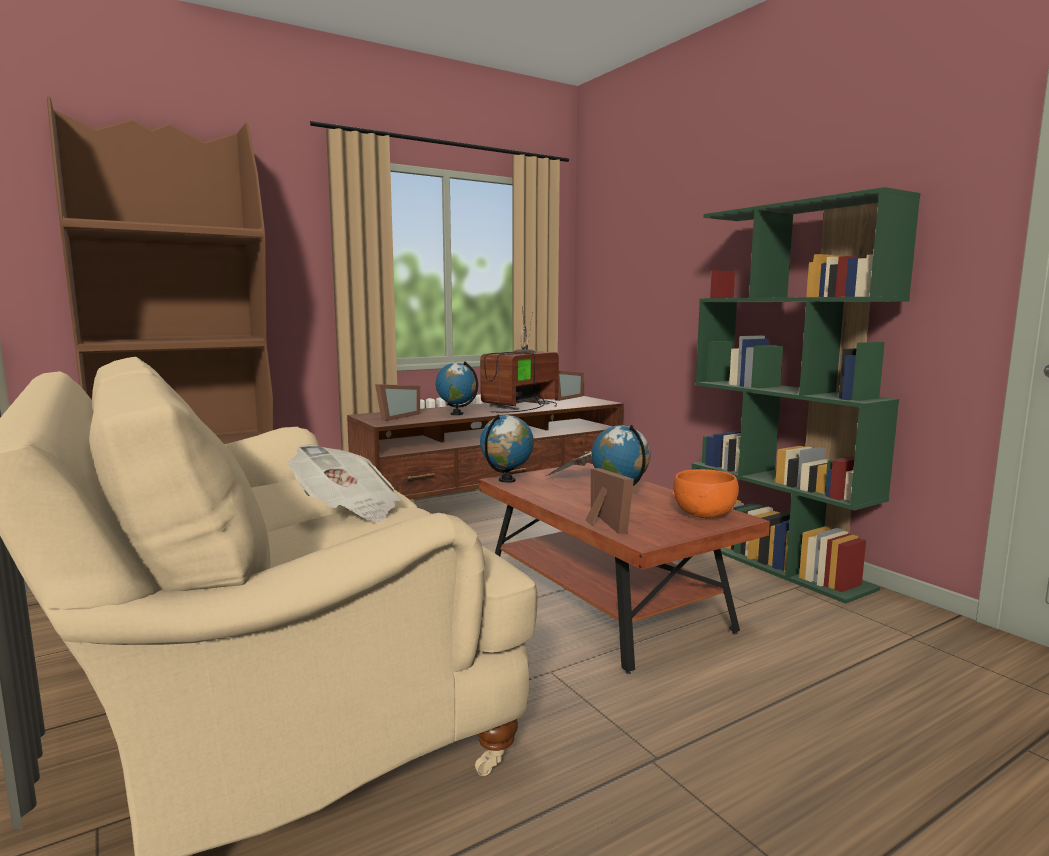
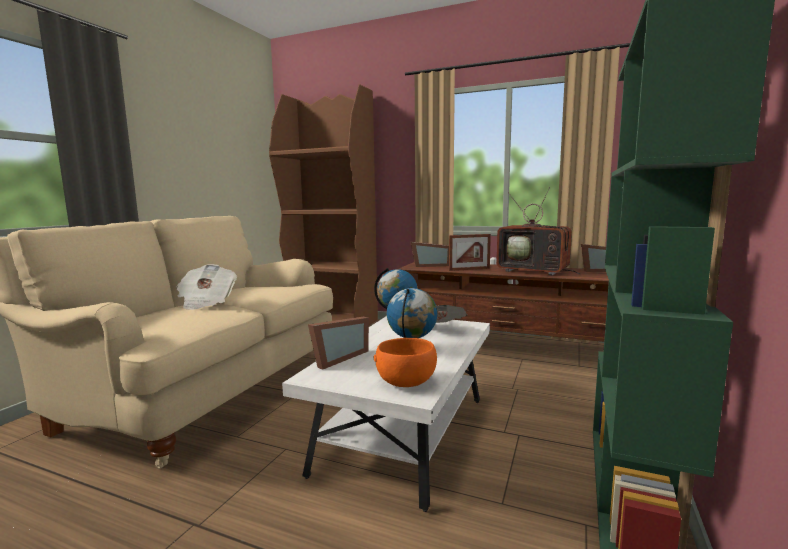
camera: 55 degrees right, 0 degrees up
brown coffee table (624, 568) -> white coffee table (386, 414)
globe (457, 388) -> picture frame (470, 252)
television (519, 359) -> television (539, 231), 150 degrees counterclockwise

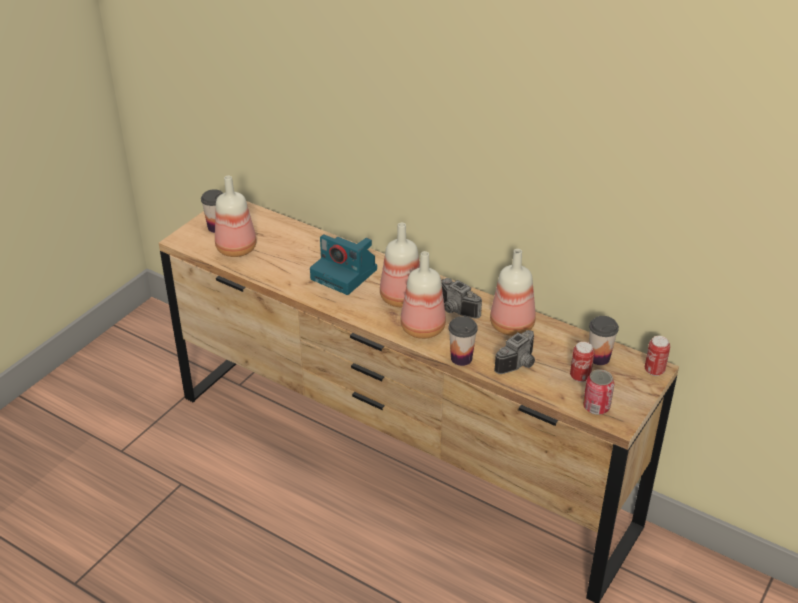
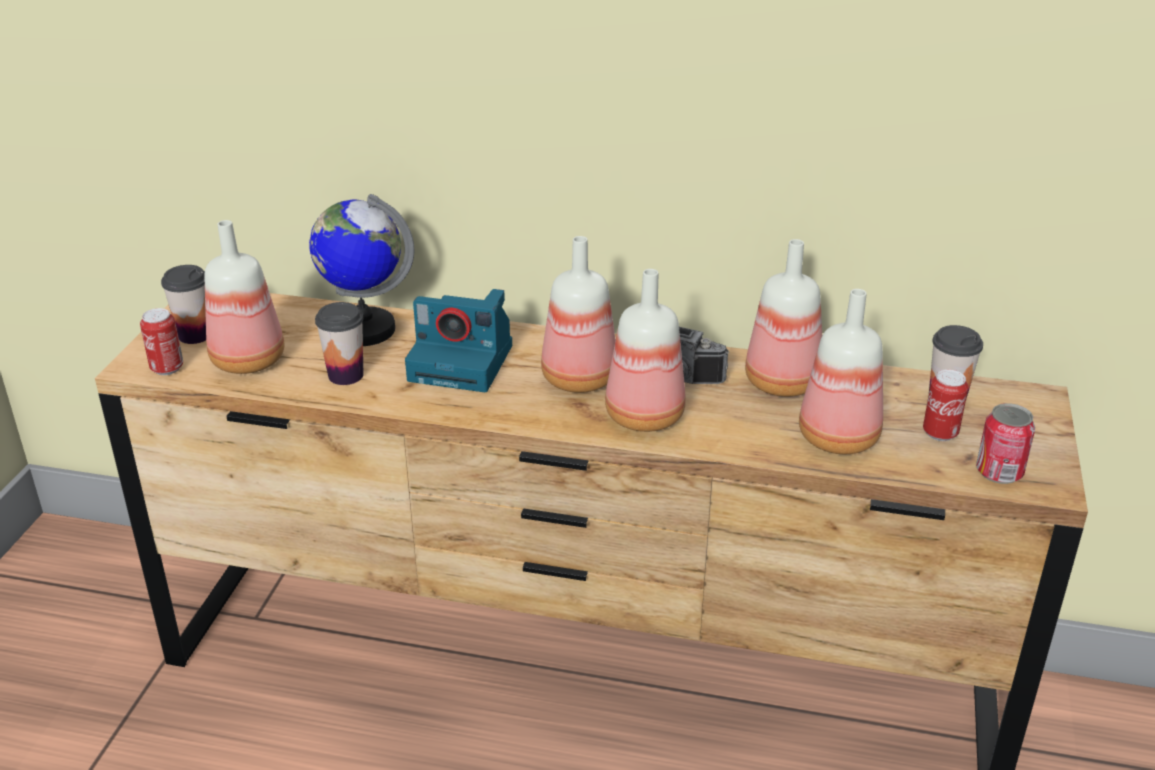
camera: 20 degrees left, 5 degrees down
can (657, 356) -> can (161, 341), shifted
none -> globe (361, 270)
cup (463, 341) -> cup (339, 343), shifted
photo camera (514, 352) -> bottle (841, 371)

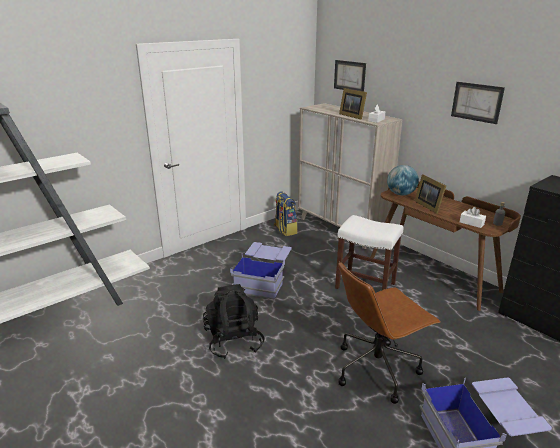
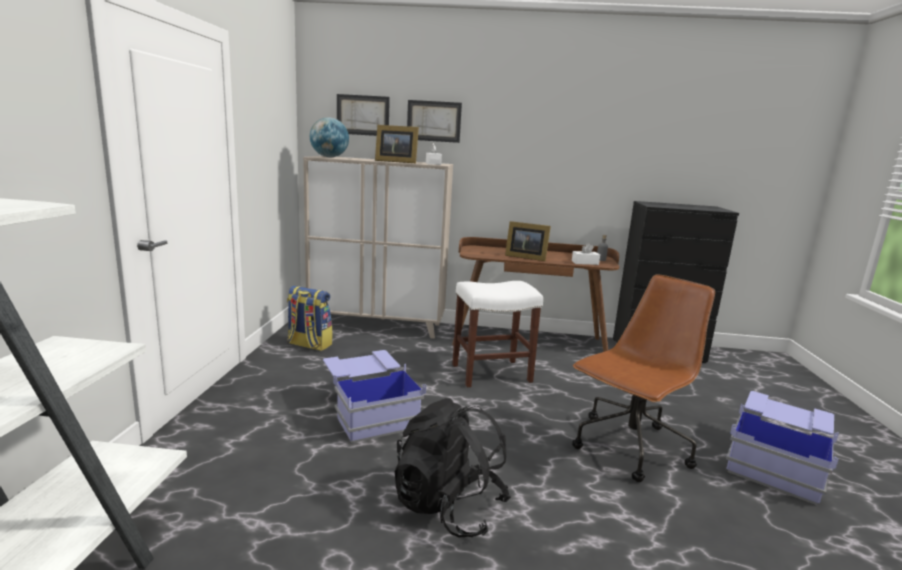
camera: 45 degrees left, 10 degrees down
globe (403, 180) -> globe (329, 137), shifted
picture (478, 103) -> picture (434, 121), shifted
brown office chair (389, 332) -> brown office chair (643, 378), 150 degrees counterclockwise

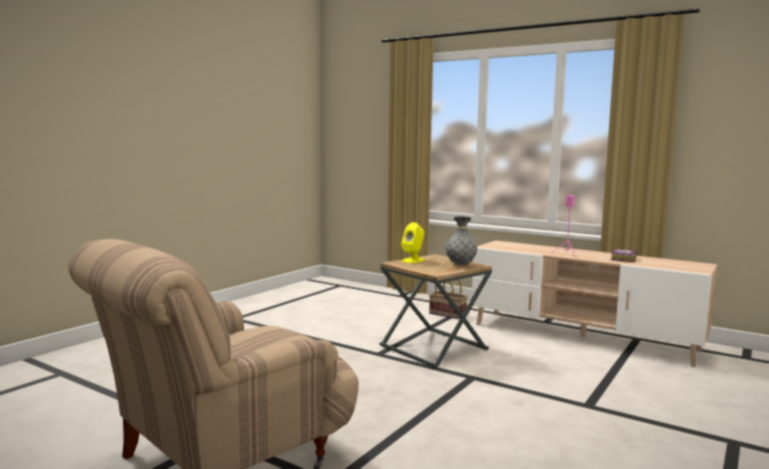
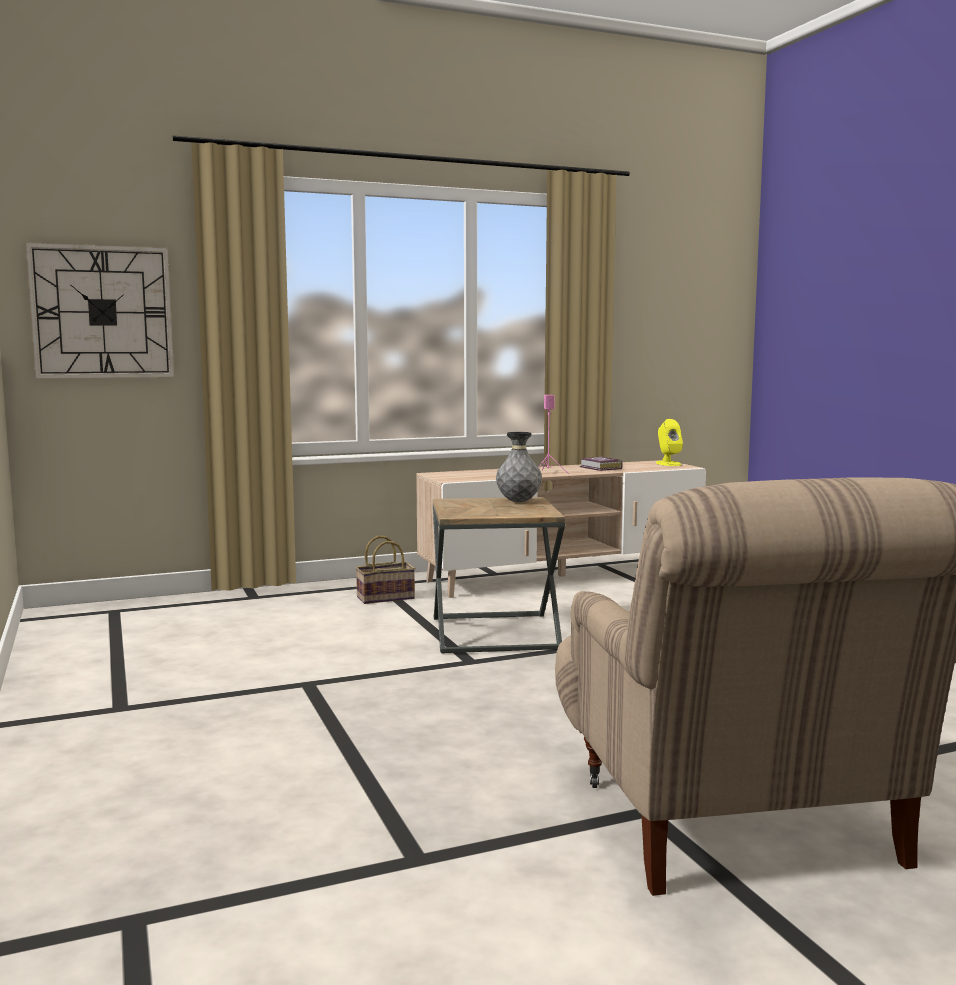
camera: 55 degrees left, 0 degrees up
none -> wall clock (100, 311)
yellow speaker (412, 242) -> yellow speaker (669, 442), shifted

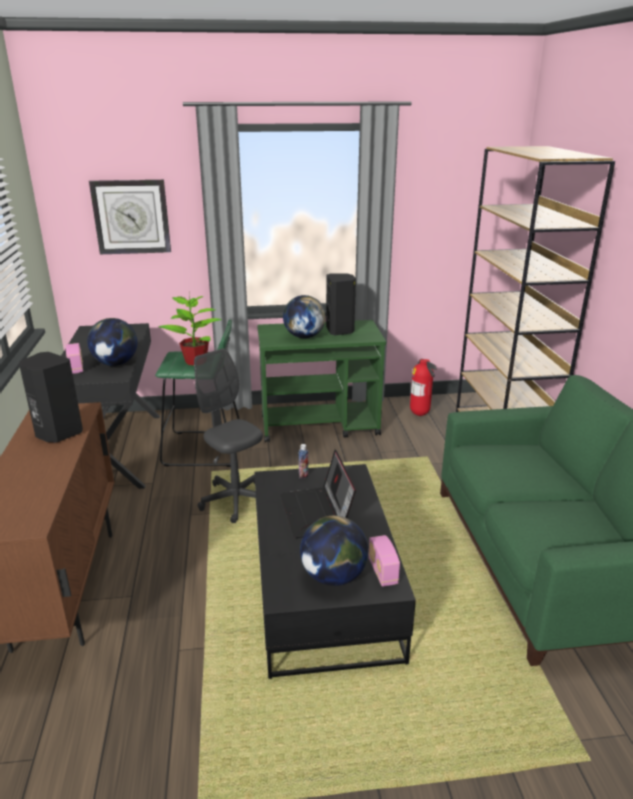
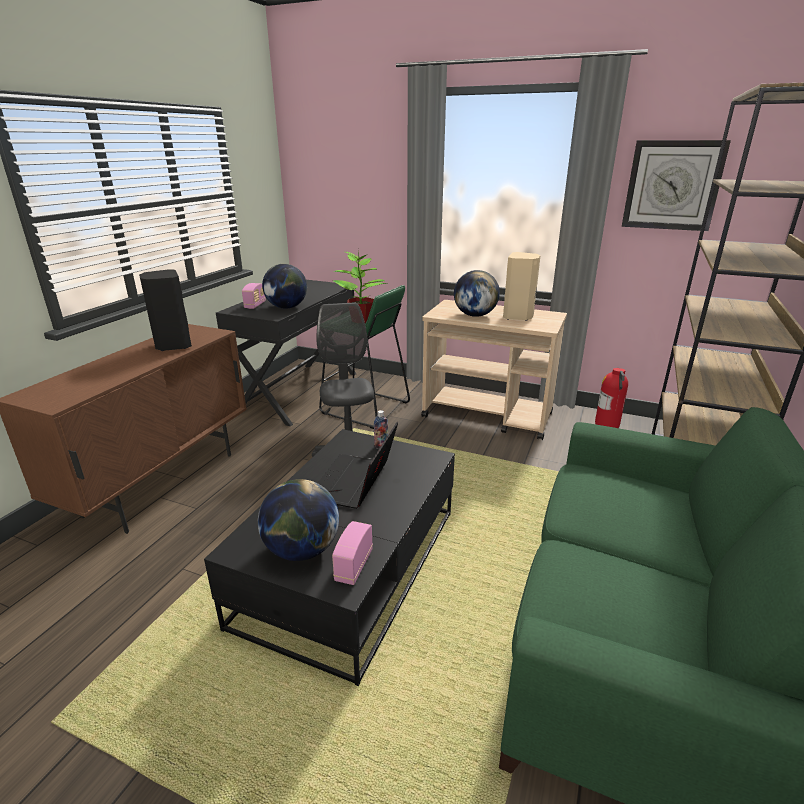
camera: 30 degrees right, 0 degrees up
green cart (321, 381) -> beige cart (494, 370)
black speaker (341, 305) -> beige speaker (522, 286)
wall clock (130, 217) -> wall clock (676, 185), shifted

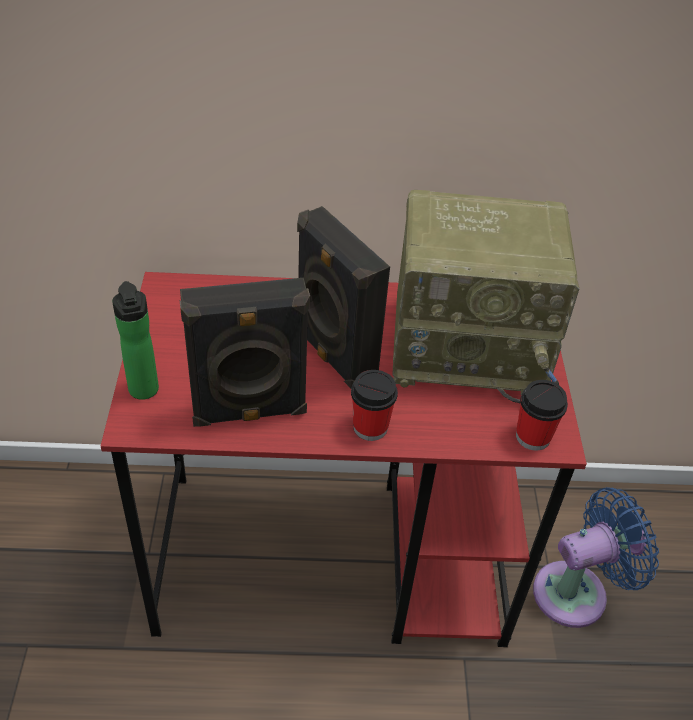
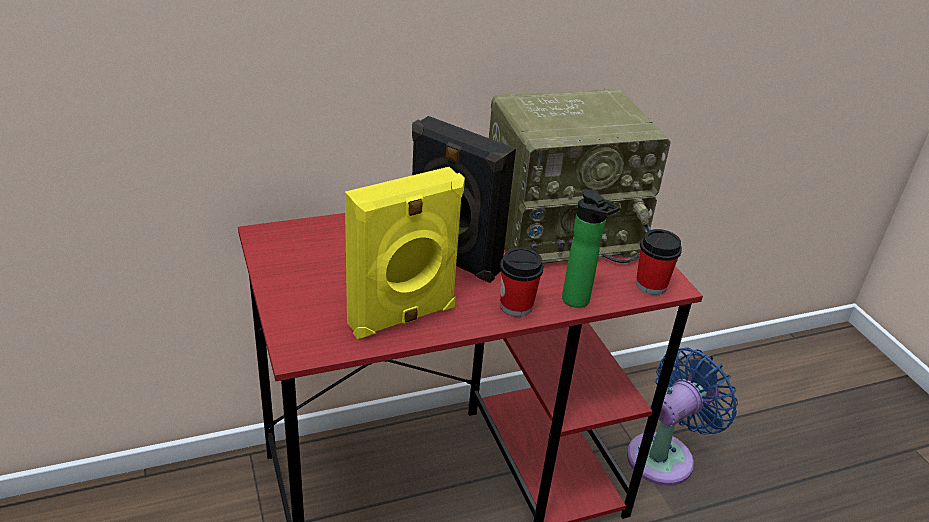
camera: 20 degrees left, 10 degrees down
black speaker (245, 352) -> yellow speaker (405, 253)
bottle (135, 340) -> bottle (591, 248), shifted

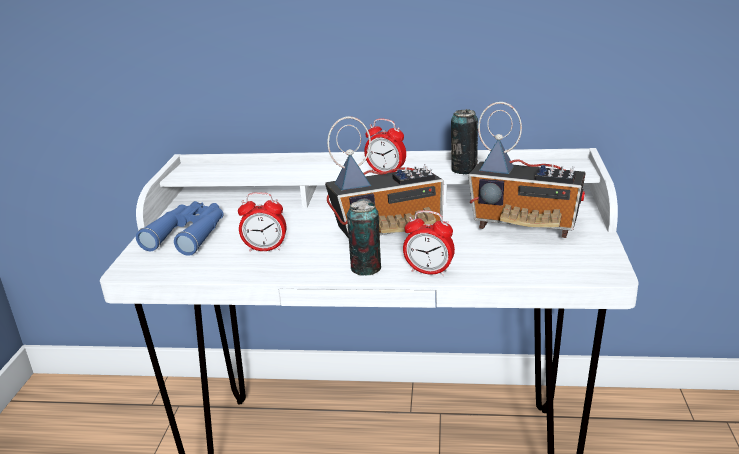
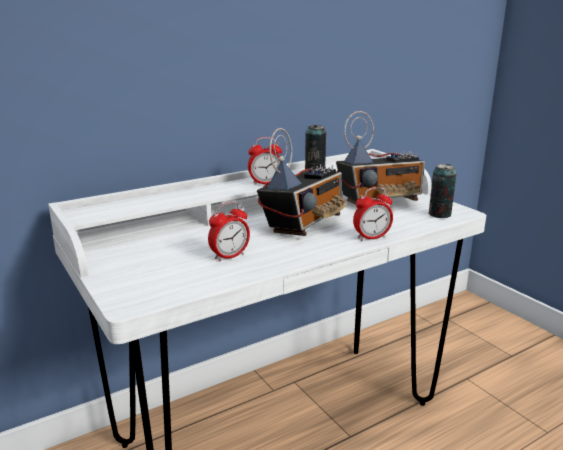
camera: 40 degrees left, 5 degrees down
can (363, 238) -> can (442, 191), shifted
blue binoculars (180, 228) -> none

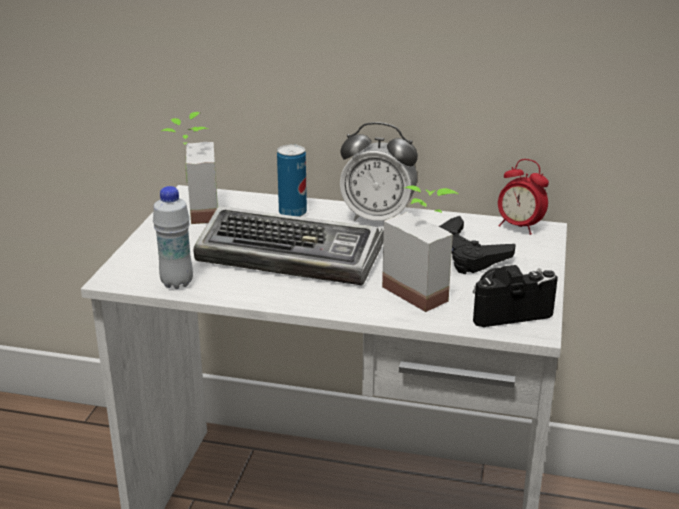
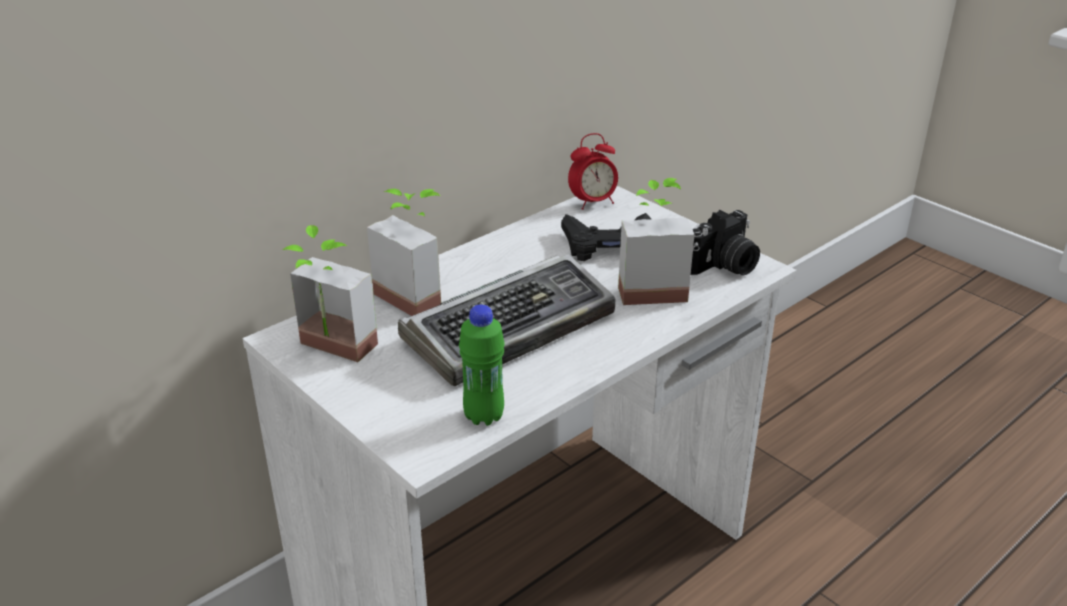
camera: 55 degrees left, 5 degrees up
can (292, 180) -> potted plant (404, 252)
white bottle (173, 237) -> green bottle (482, 365)
photo camera (515, 296) -> photo camera (725, 243), 150 degrees counterclockwise
alarm clock (379, 171) -> none

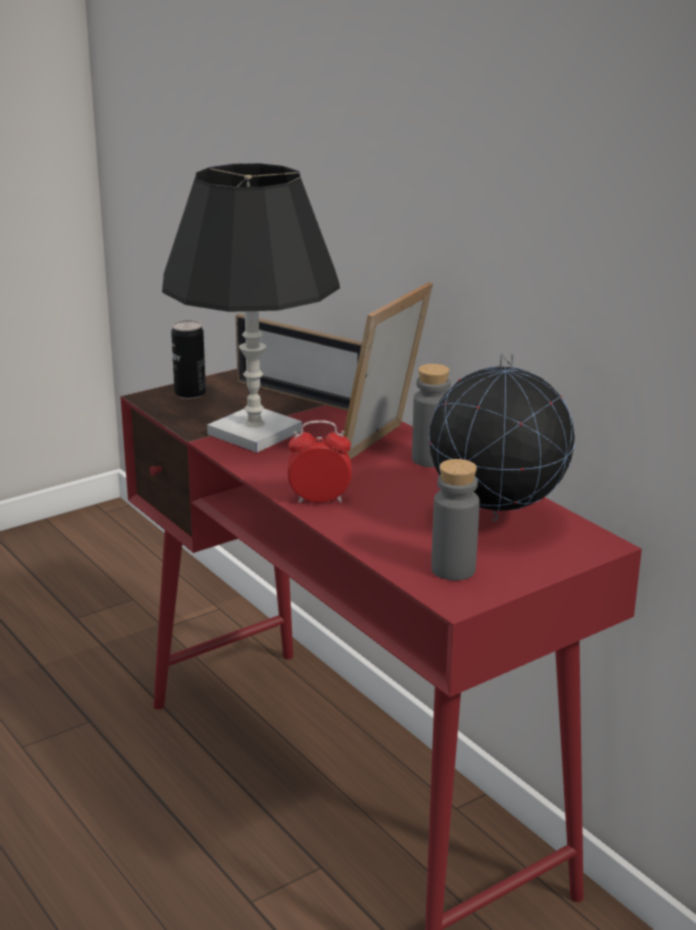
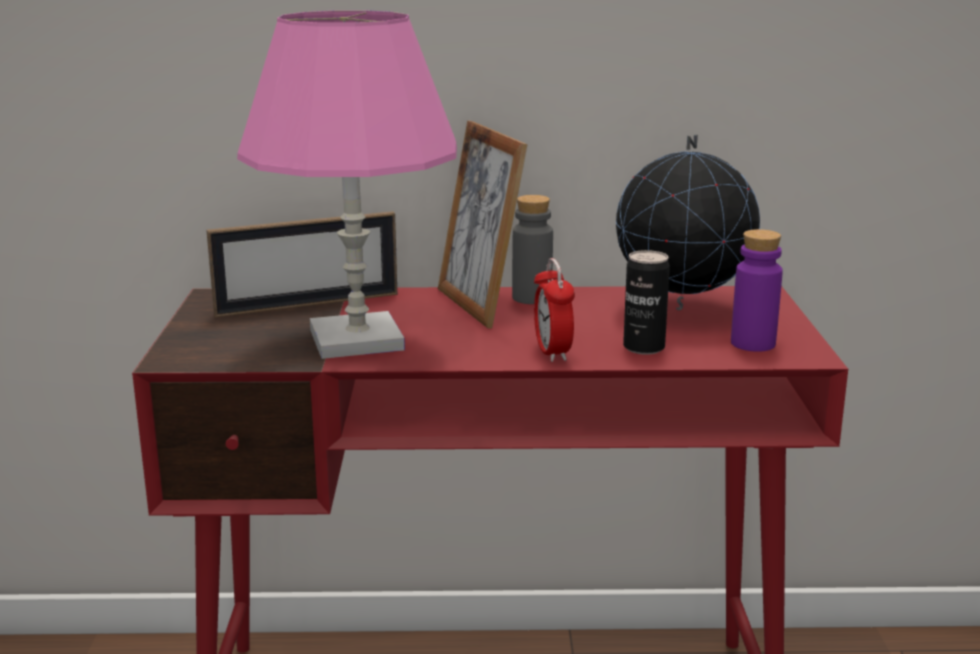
camera: 55 degrees left, 5 degrees down
black table lamp (251, 308) -> pink table lamp (347, 184)
alarm clock (320, 461) -> alarm clock (554, 310), 45 degrees counterclockwise
can (188, 359) -> can (646, 302), shifted
grey bottle (455, 520) -> purple bottle (757, 290)

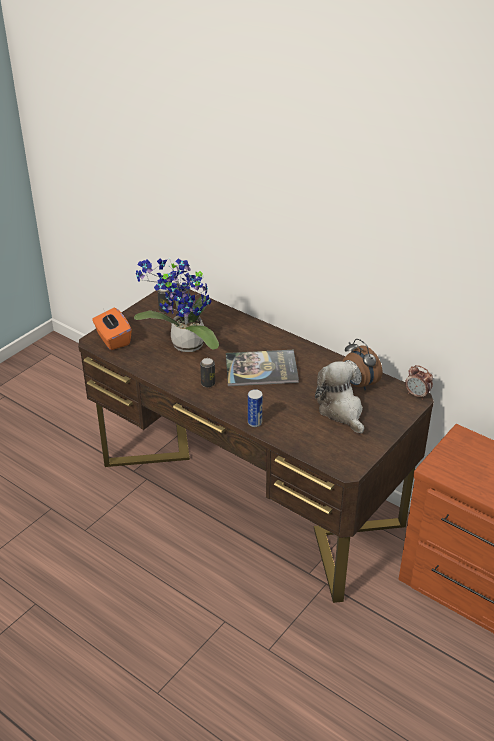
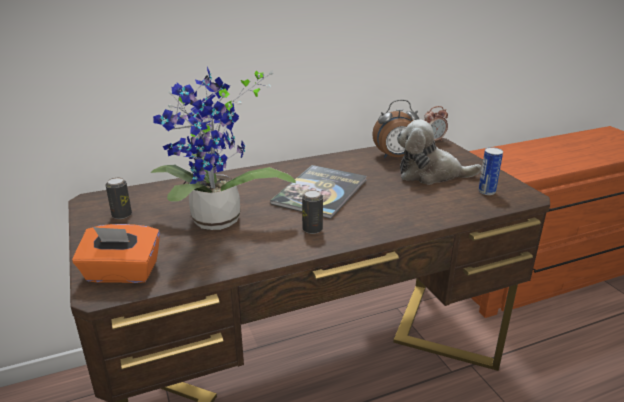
camera: 60 degrees left, 10 degrees down
can (255, 408) -> can (490, 171), shifted

